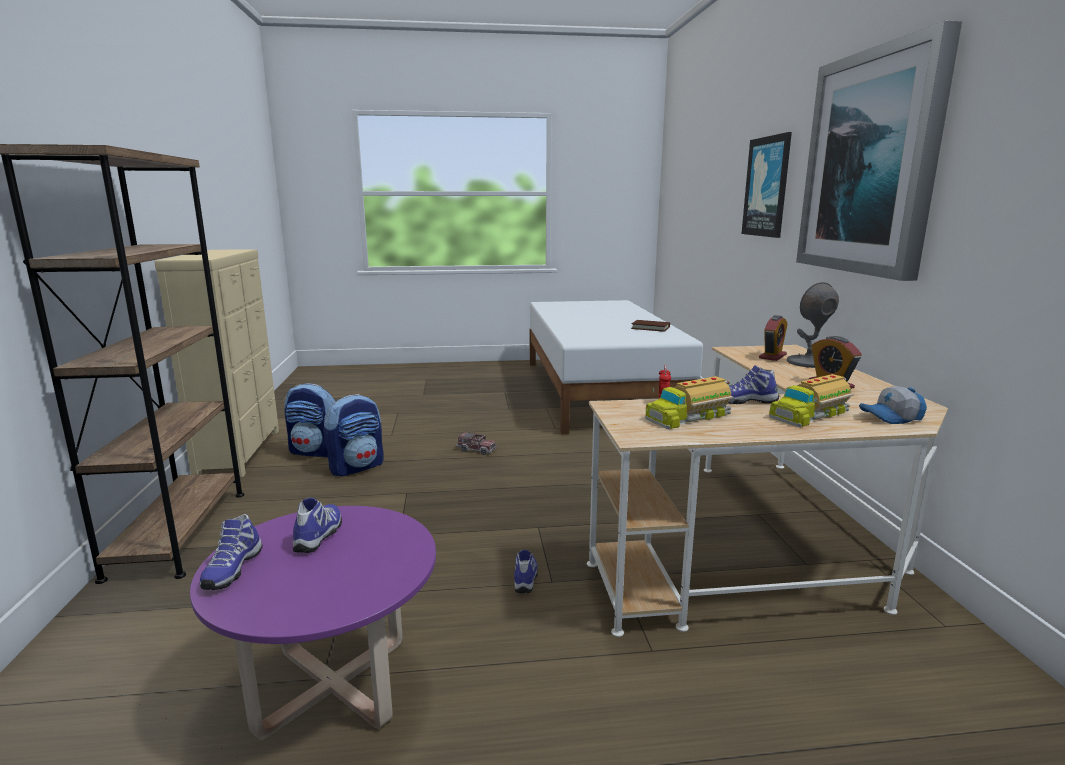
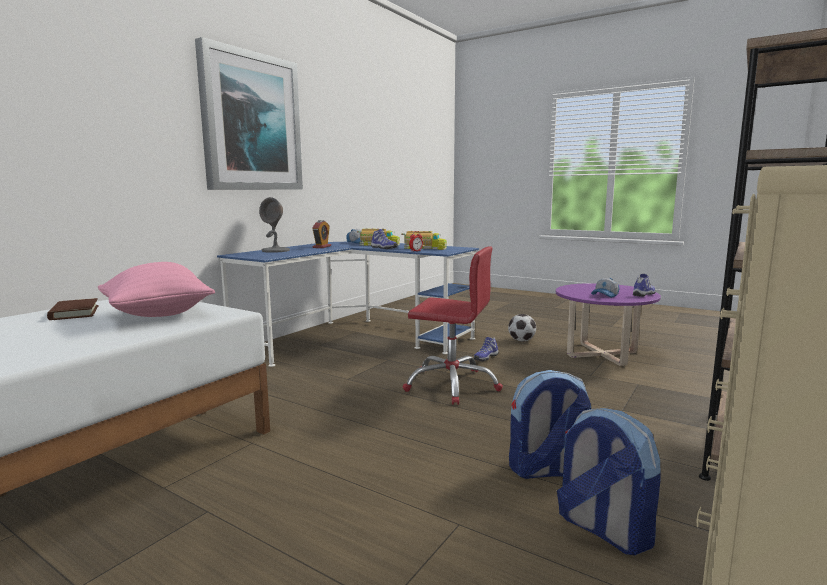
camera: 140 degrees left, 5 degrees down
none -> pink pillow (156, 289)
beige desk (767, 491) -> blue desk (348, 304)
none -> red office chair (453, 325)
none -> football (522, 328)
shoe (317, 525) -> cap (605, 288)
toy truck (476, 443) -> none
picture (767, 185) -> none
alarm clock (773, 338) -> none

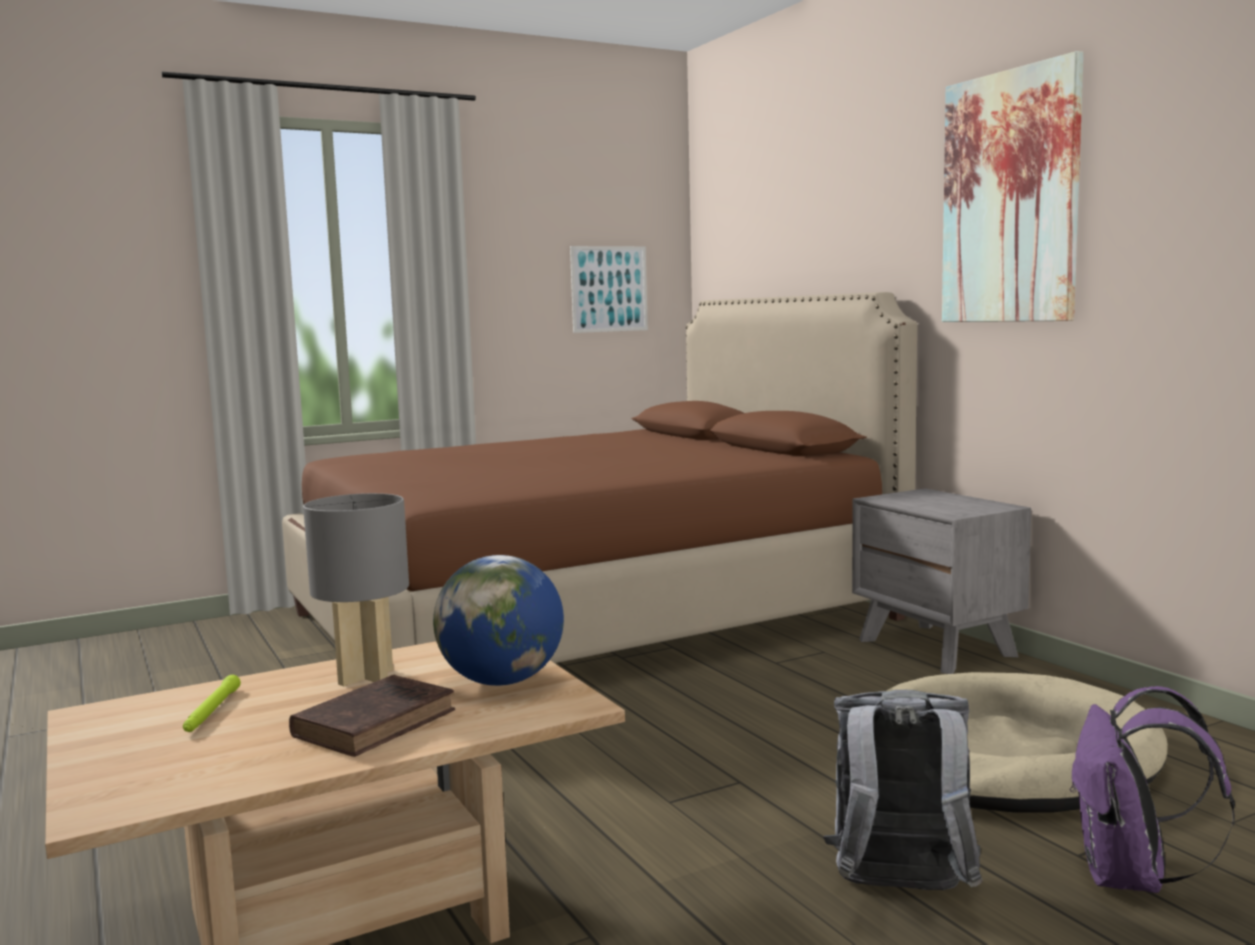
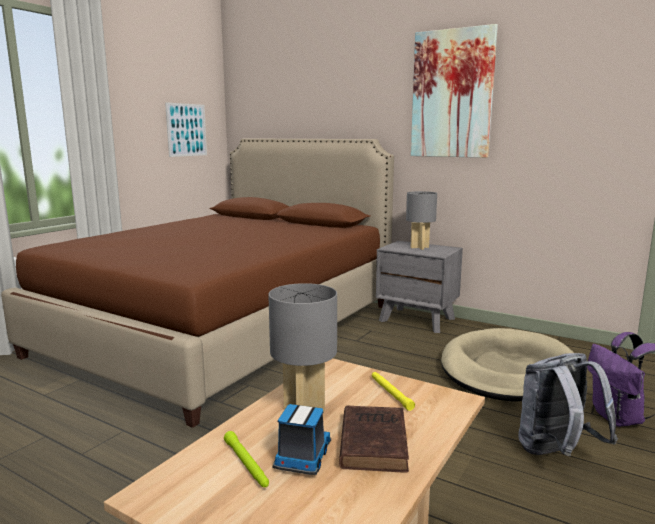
camera: 30 degrees left, 5 degrees up
none -> toy truck (301, 439)
globe (498, 620) -> yellow flashlight (393, 391)
none -> grey table lamp (421, 220)

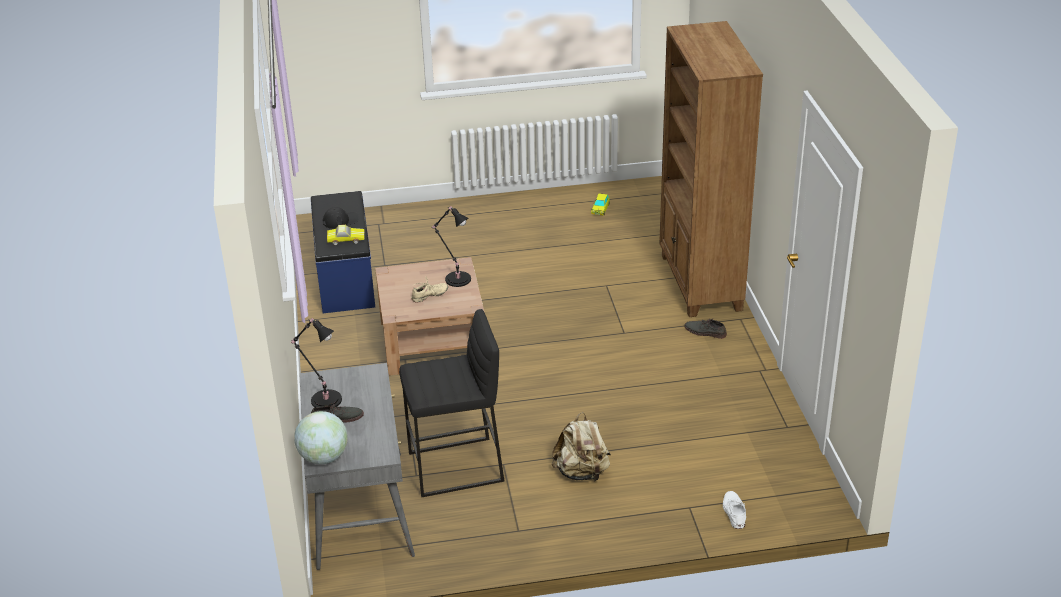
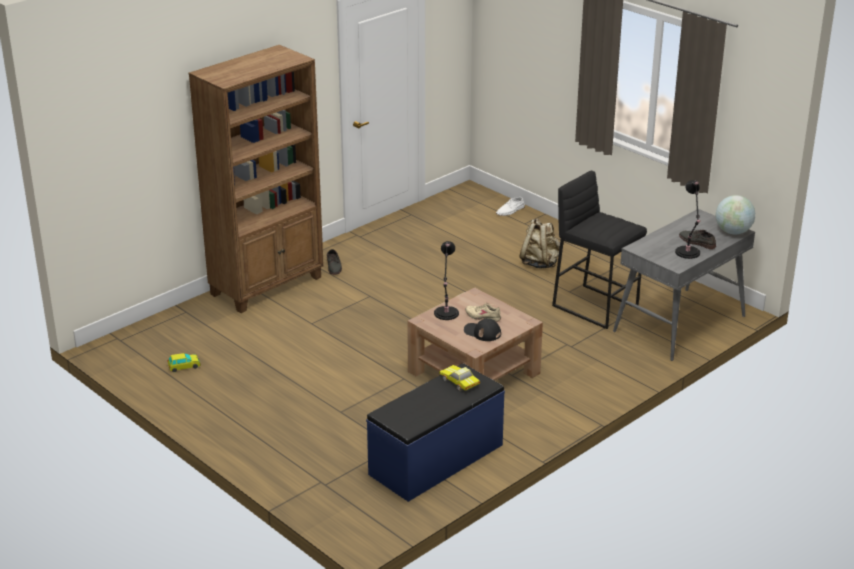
camera: 125 degrees left, 5 degrees down
black cap (341, 218) -> black cap (482, 329), shifted

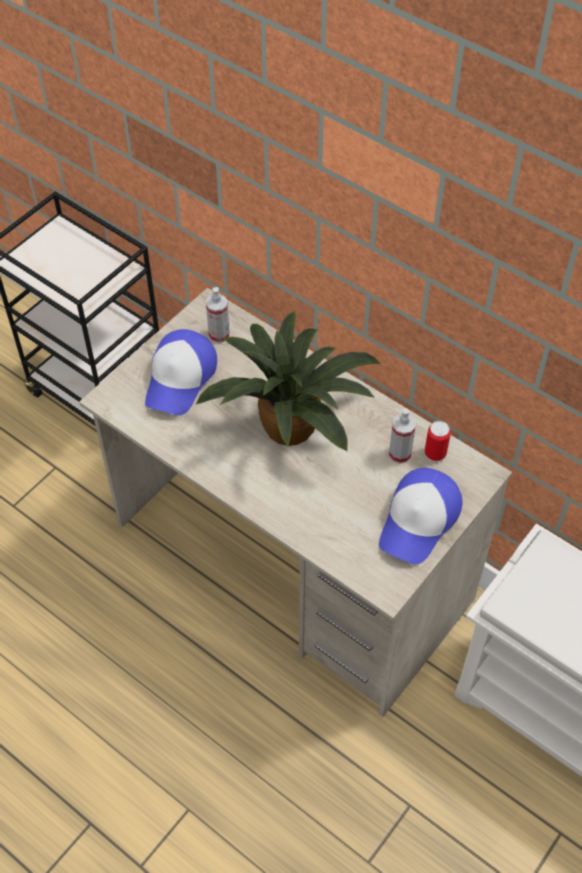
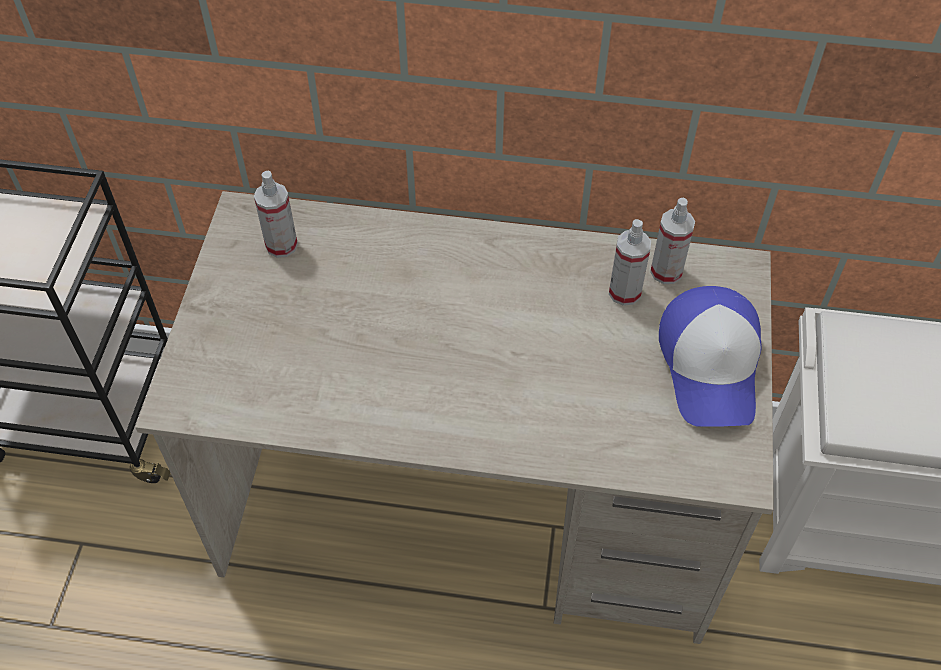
camera: 30 degrees left, 0 degrees up
can (438, 441) -> spray bottle (672, 241)
cap (181, 372) -> none
potted plant (288, 381) -> none

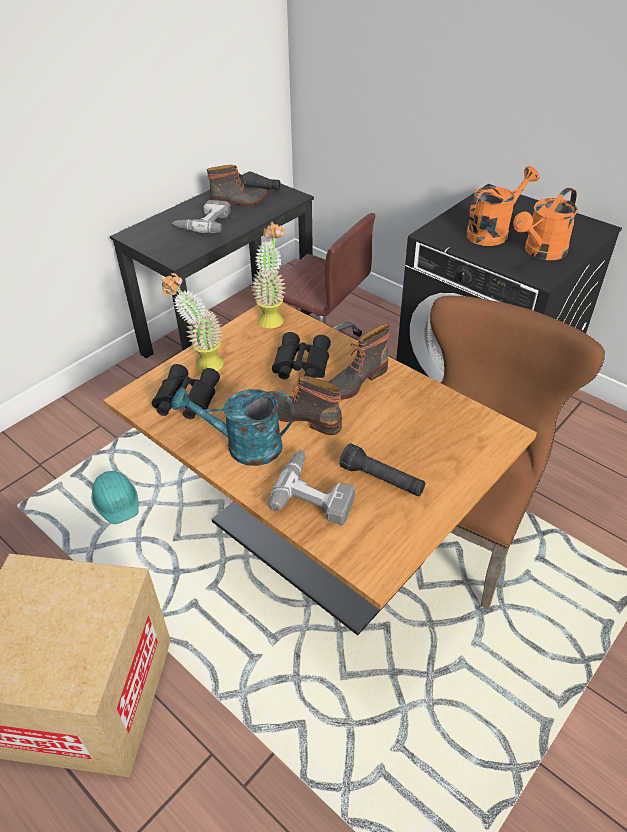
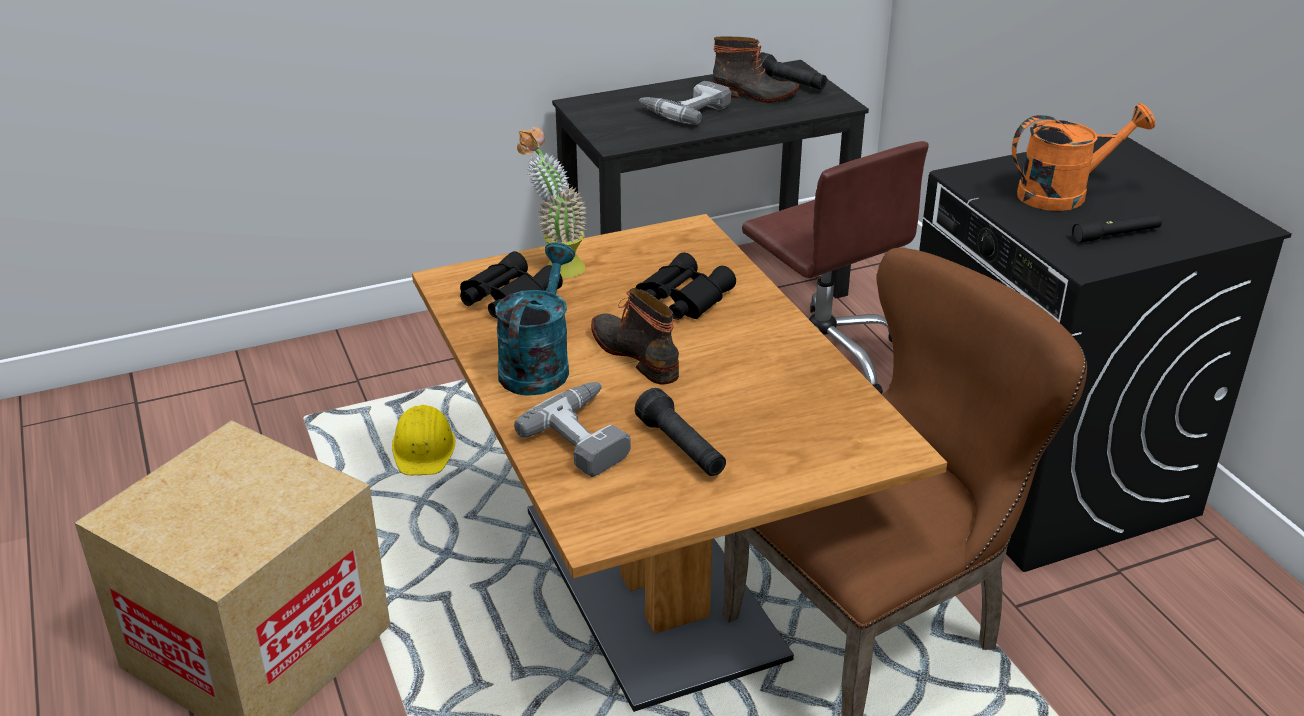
camera: 25 degrees right, 10 degrees down
turquoise hard hat (115, 497) -> yellow hard hat (424, 440)
turquoise watering can (233, 426) -> turquoise watering can (535, 319), 75 degrees clockwise
orange watering can (545, 223) -> black flashlight (1117, 228)
potted plant (268, 275) -> none
boot (359, 362) -> none

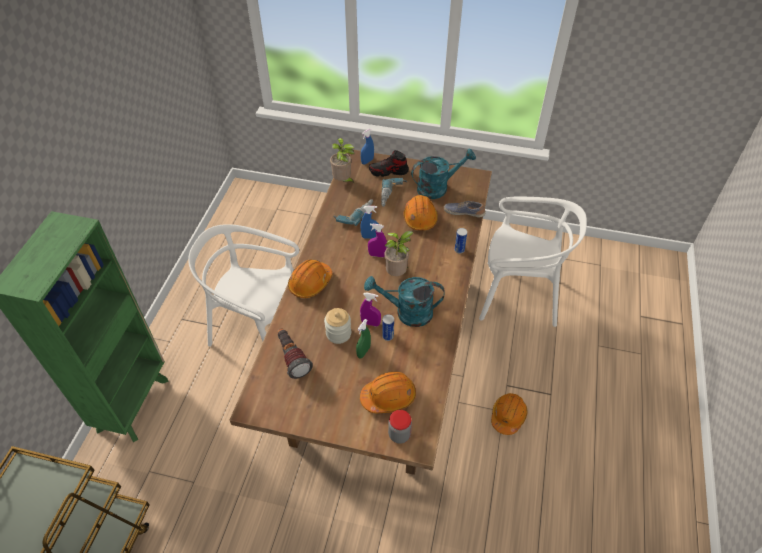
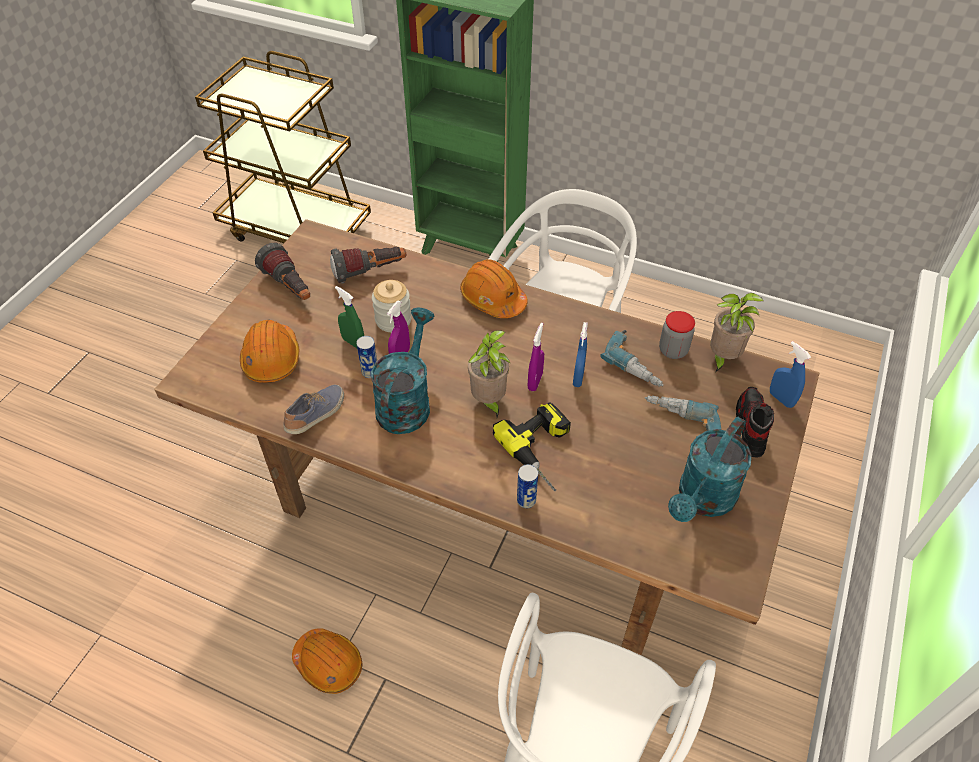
camera: 100 degrees right, 0 degrees up
none -> flashlight (282, 271)
shoe (465, 209) -> shoe (313, 409), shifted
none -> power drill (532, 446)
jar (400, 427) -> jar (677, 335), shifted
turquoise watering can (443, 173) -> turquoise watering can (710, 469), 45 degrees clockwise
orange hard hat (421, 213) -> none

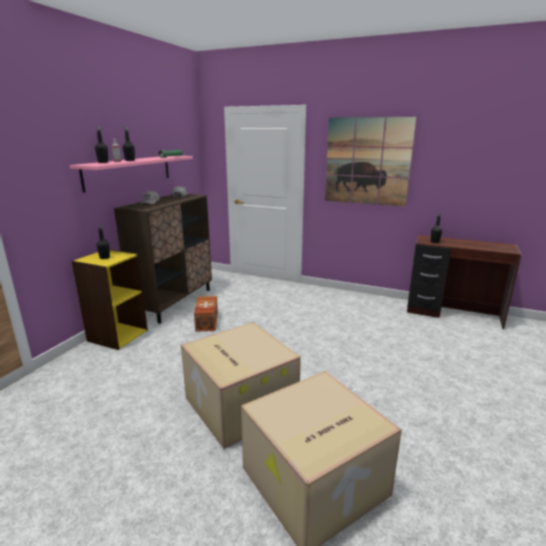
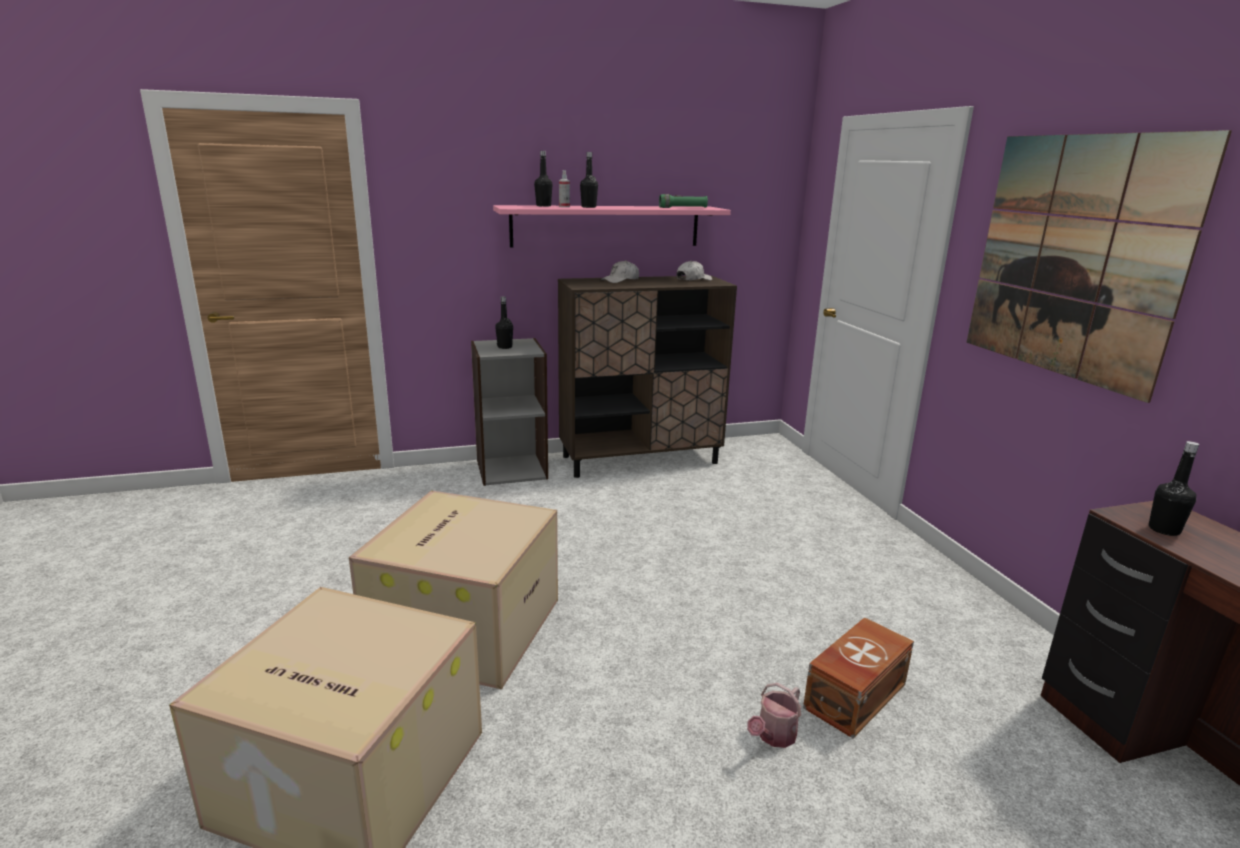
camera: 50 degrees right, 0 degrees up
yellow bookcase (109, 300) -> grey bookcase (509, 412)
none -> watering can (774, 715)
brown storage box (206, 314) -> brown storage box (858, 677), shifted

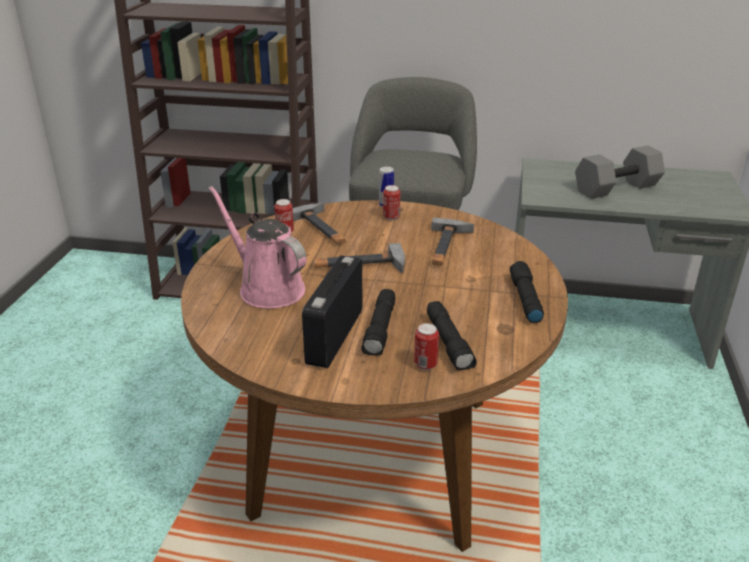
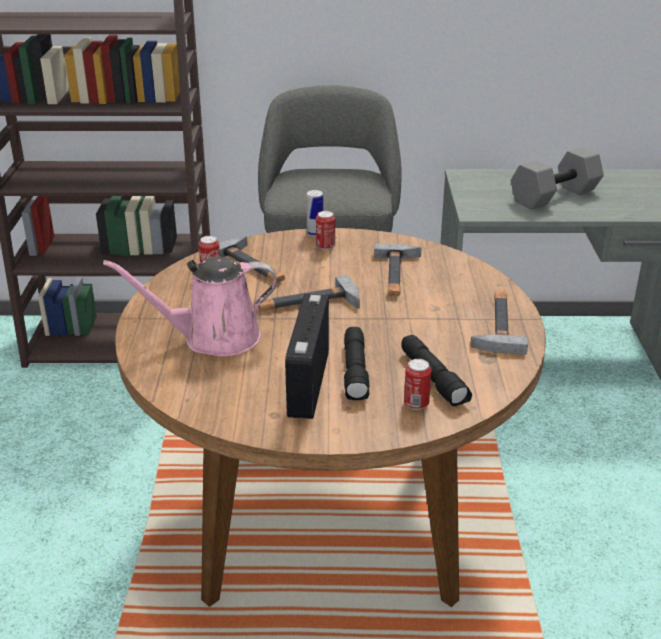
camera: 10 degrees left, 0 degrees up
pink watering can (257, 247) -> pink watering can (190, 307), 45 degrees counterclockwise
black flashlight (527, 292) -> hammer (499, 323)

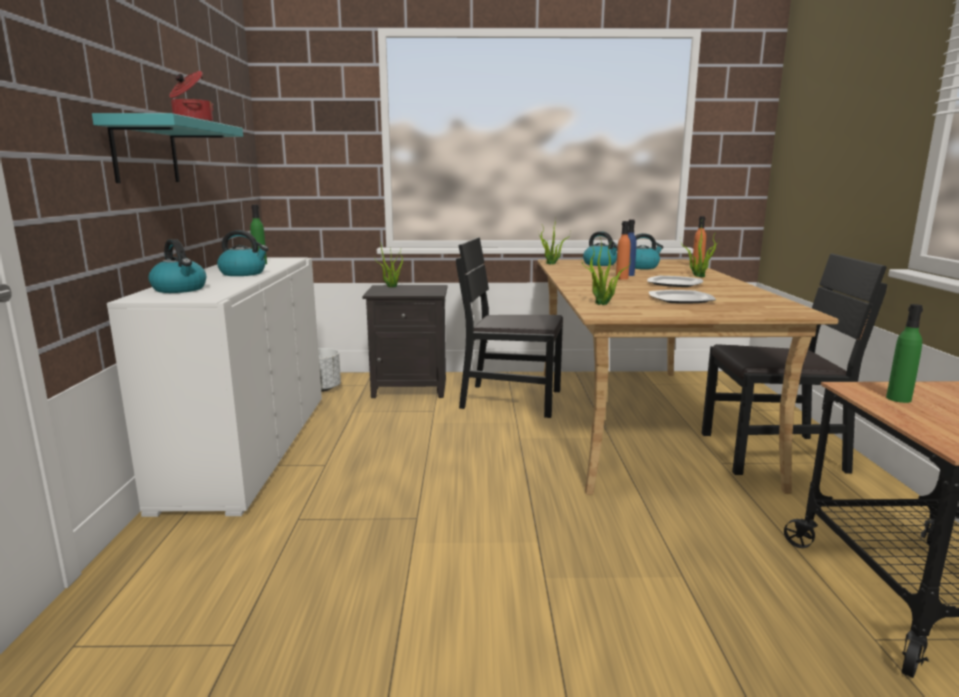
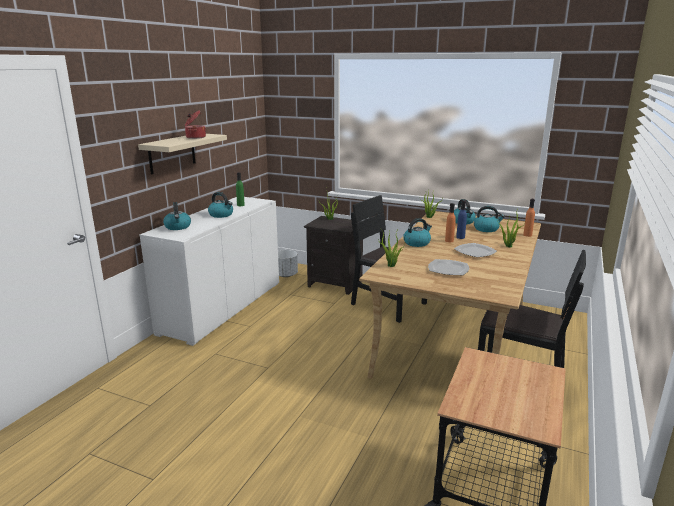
camera: 25 degrees right, 5 degrees up
turquoise shelf (167, 148) -> beige shelf (182, 154)
none -> kettle (417, 232)
green bottle (904, 353) -> none

